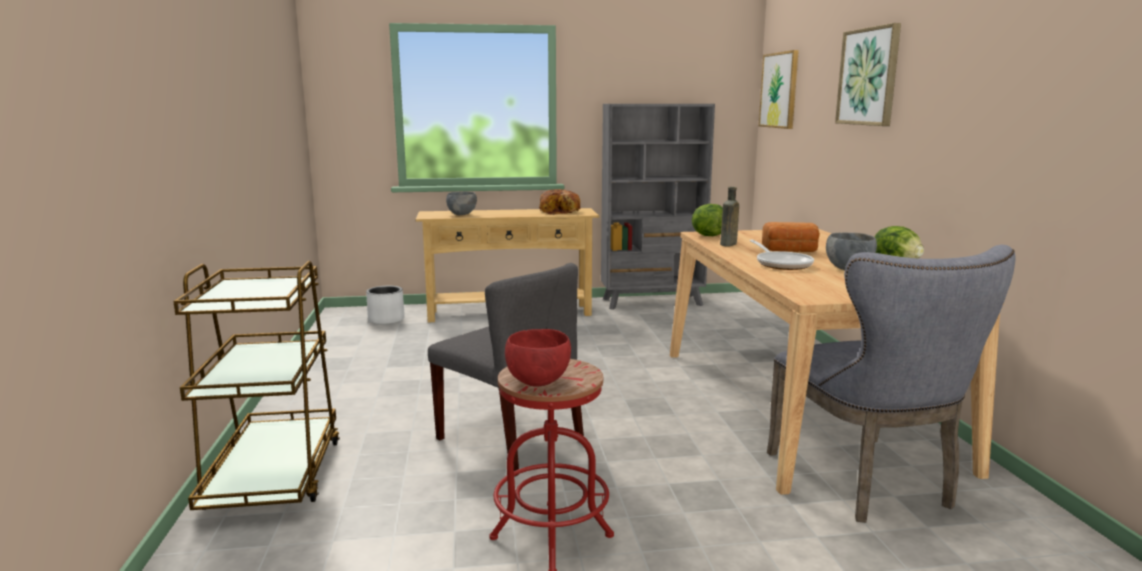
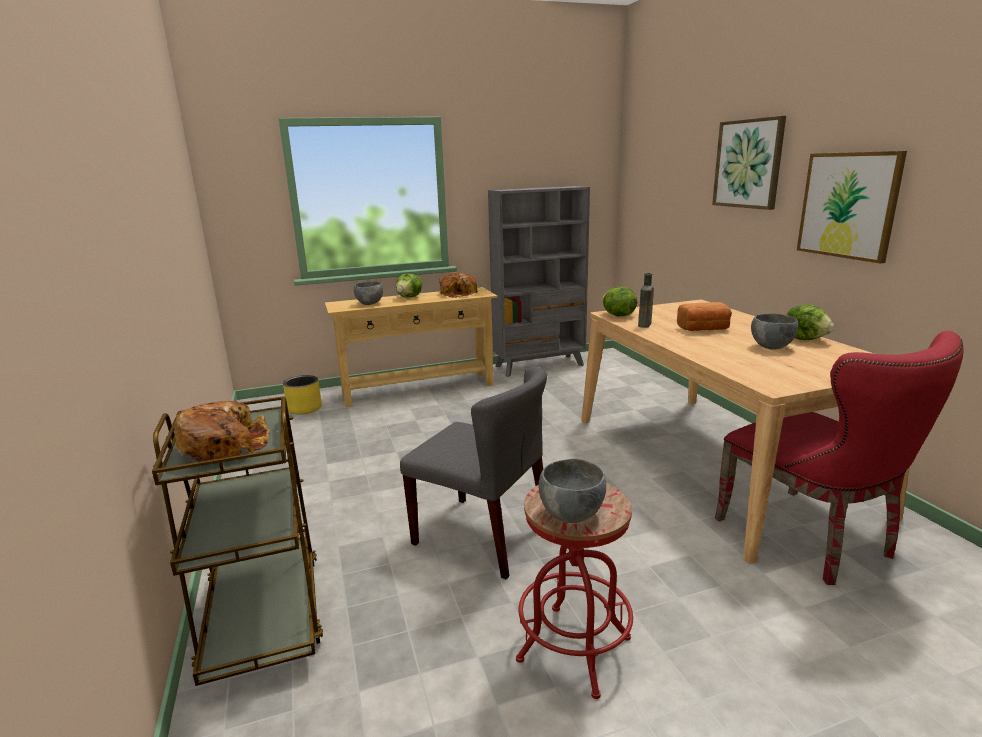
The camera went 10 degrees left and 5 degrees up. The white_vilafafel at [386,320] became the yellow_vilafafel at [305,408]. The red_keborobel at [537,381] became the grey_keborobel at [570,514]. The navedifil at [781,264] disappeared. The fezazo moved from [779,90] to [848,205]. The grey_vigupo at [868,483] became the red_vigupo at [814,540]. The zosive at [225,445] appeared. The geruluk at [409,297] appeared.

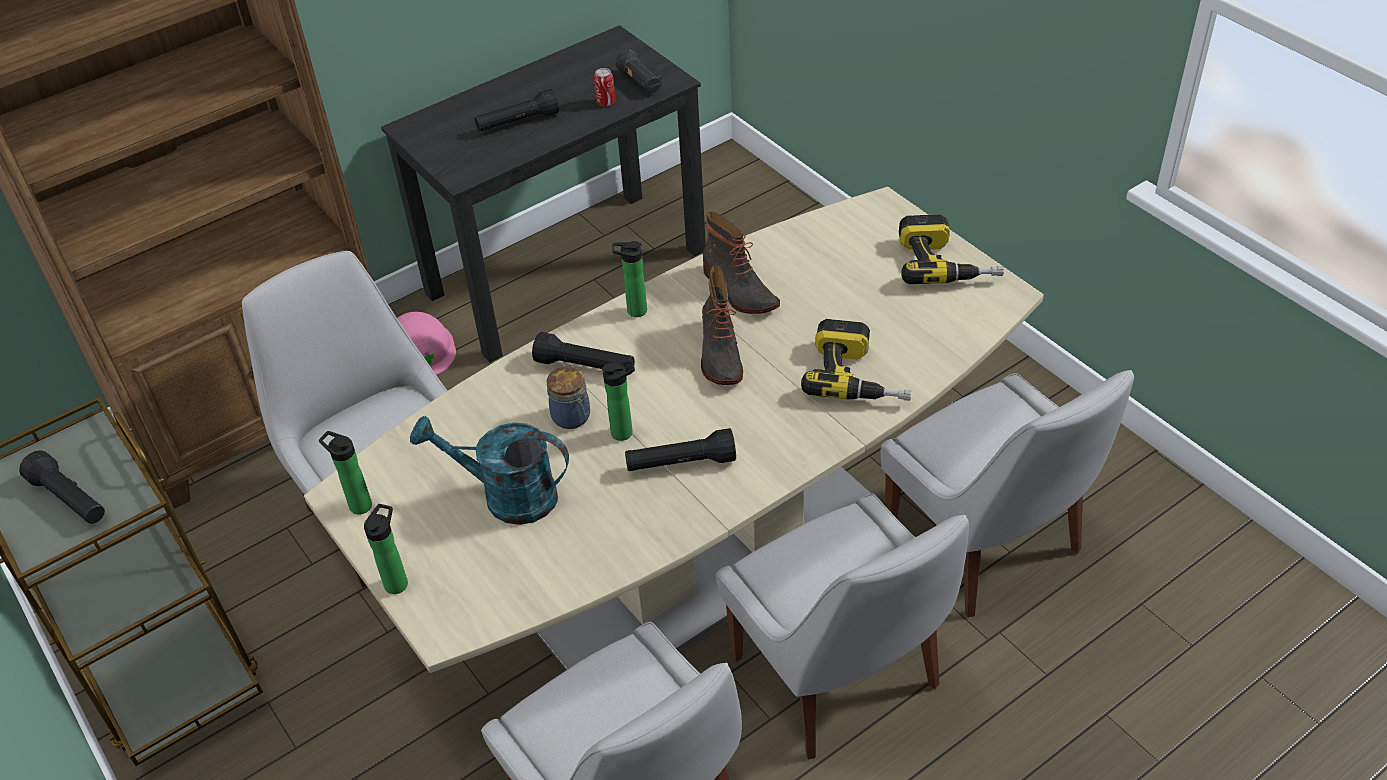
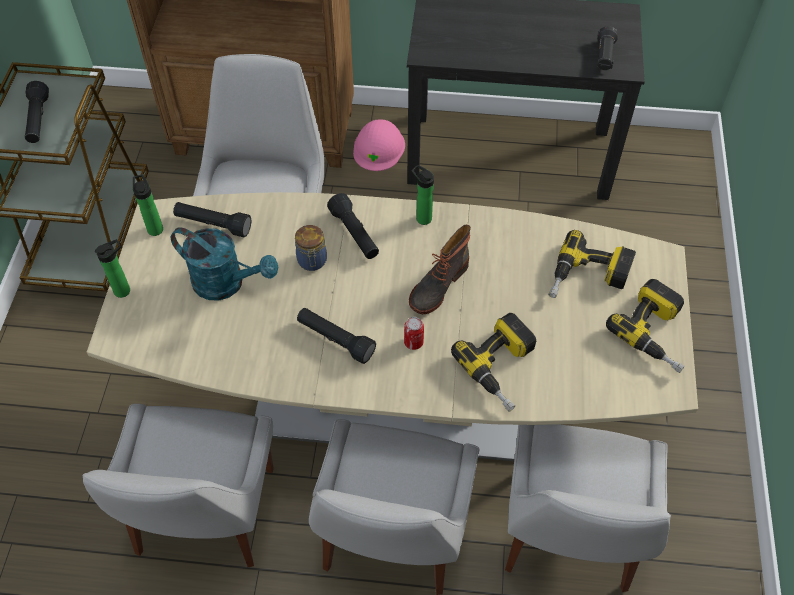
The camera went 40 degrees right and 10 degrees up. The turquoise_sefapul at [507,496] turned 150 degrees clockwise. The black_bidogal moved from [518,123] to [213,224]. The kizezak moved from [606,102] to [413,342]. The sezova at [625,432] disappeared. The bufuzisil at [738,291] disappeared. The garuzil at [588,278] appeared.

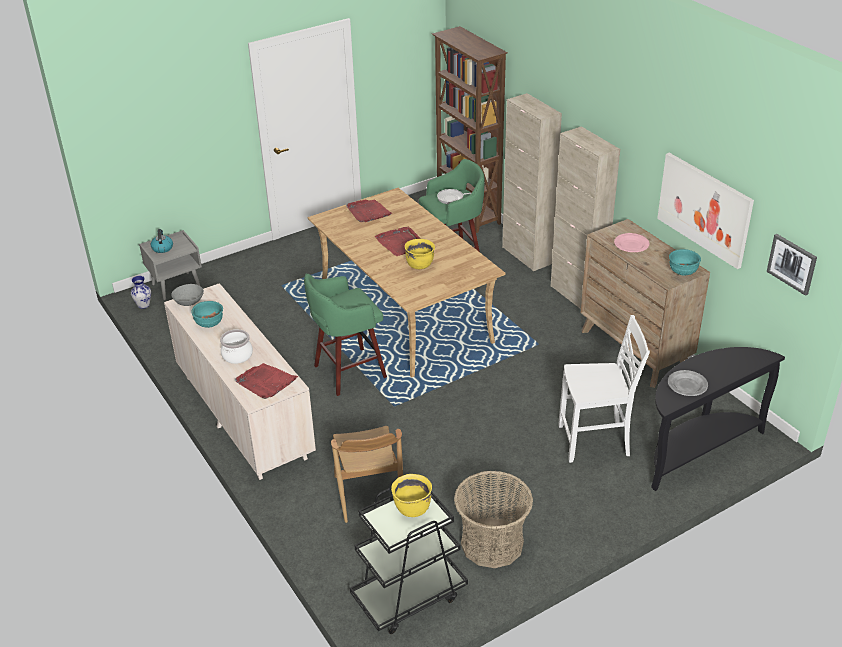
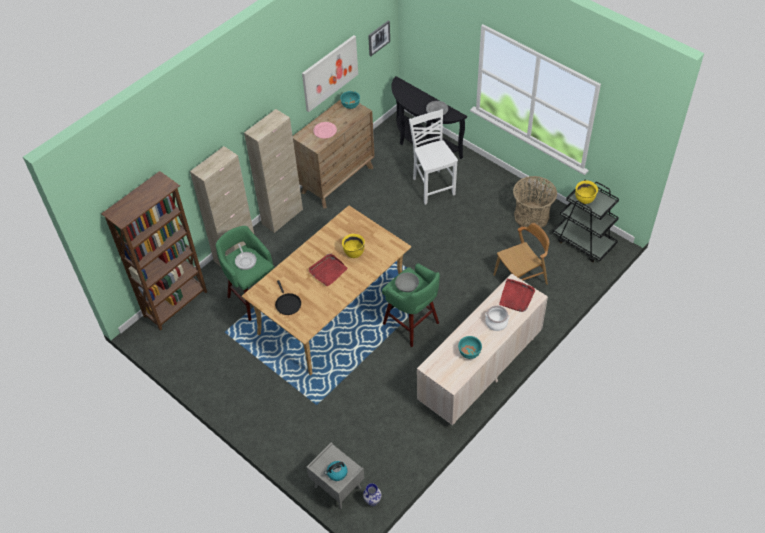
The camera went 105 degrees left and 15 degrees up. The grey_keborobel moved from [189,302] to [407,286]. The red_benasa at [368,212] was replaced by the black_navedifil at [287,304].

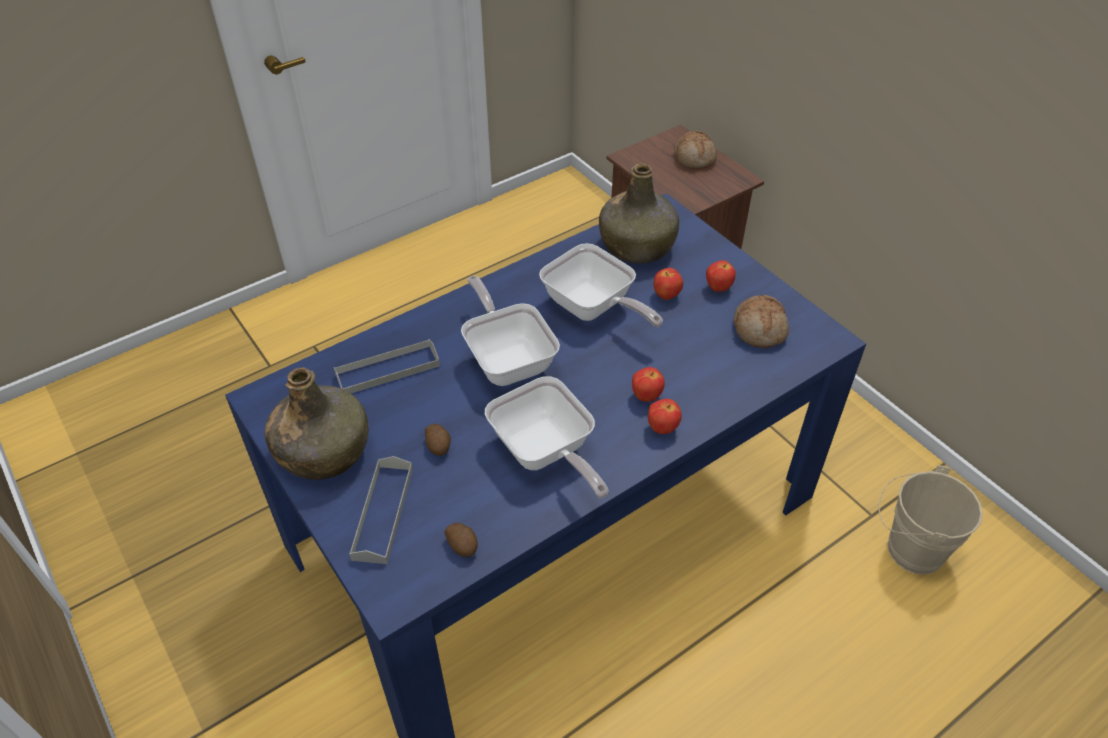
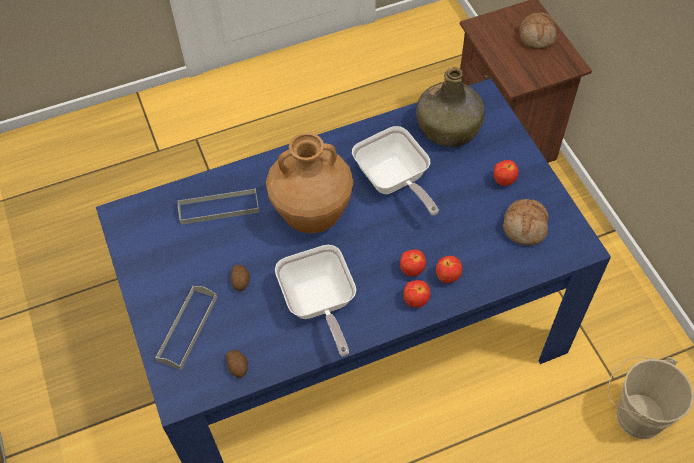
The camera went 15 degrees right and 10 degrees up. The green_sezova at [324,451] disappeared. The navedifil at [507,359] was replaced by the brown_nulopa at [313,215]. The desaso moved from [666,296] to [447,277].

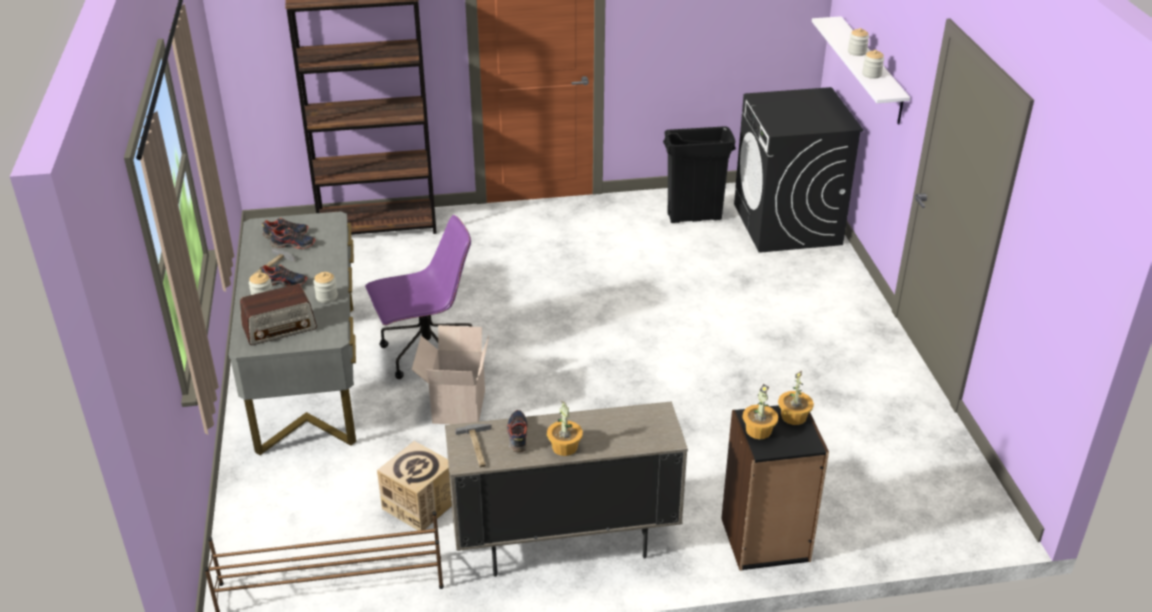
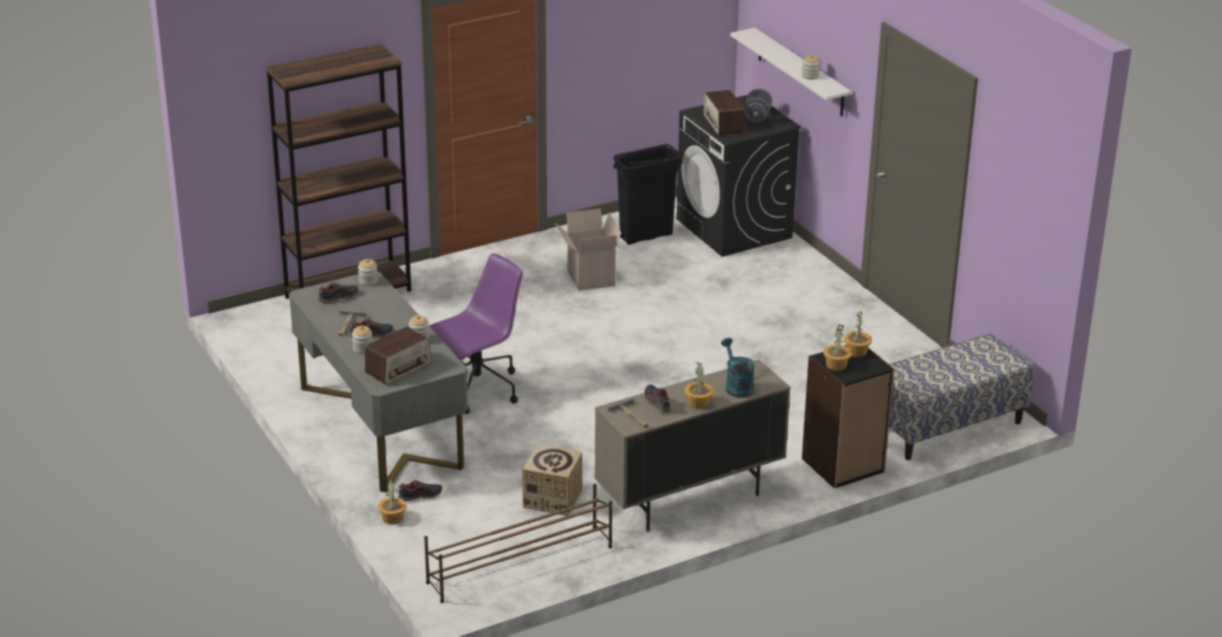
The camera went 20 degrees left and 5 degrees down. The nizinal moved from [293,244] to [420,495]. The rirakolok moved from [457,406] to [589,277]. The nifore moved from [857,52] to [368,281]. The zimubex at [392,518] appeared. The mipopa at [723,123] appeared. The turquoise_sefapul at [736,386] appeared. The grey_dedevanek at [757,117] appeared. The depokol at [947,426] appeared.

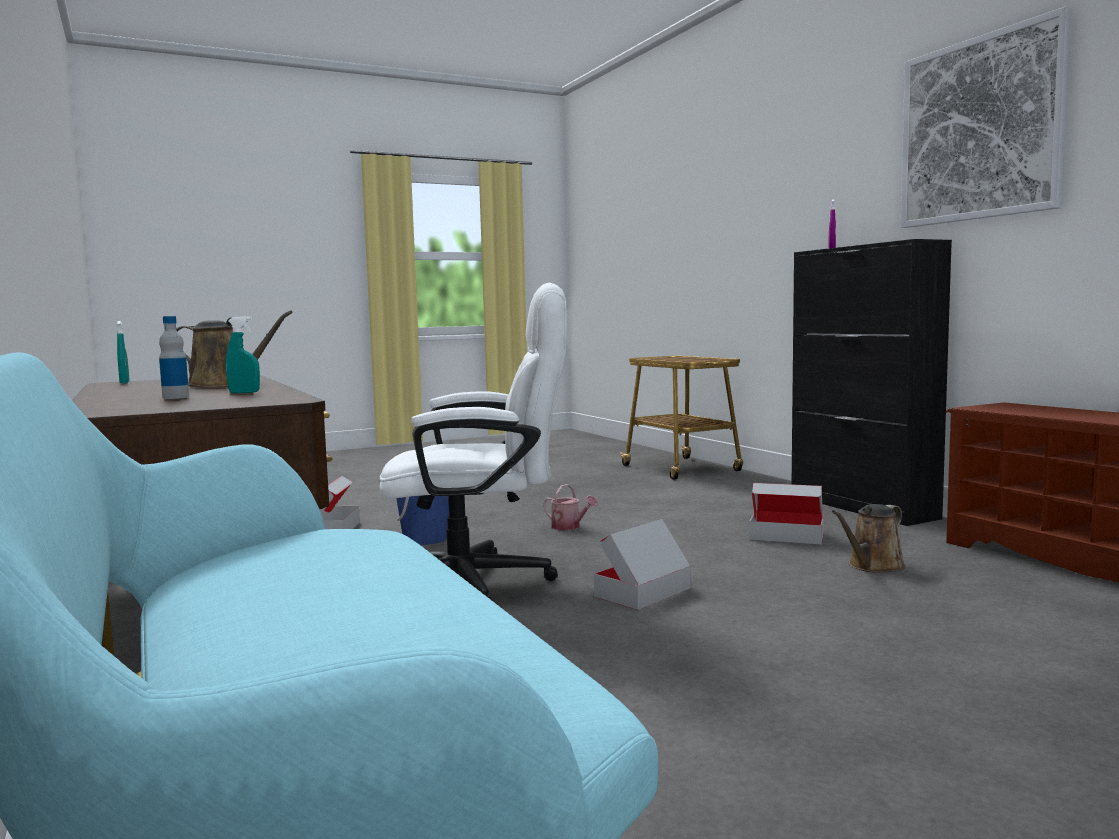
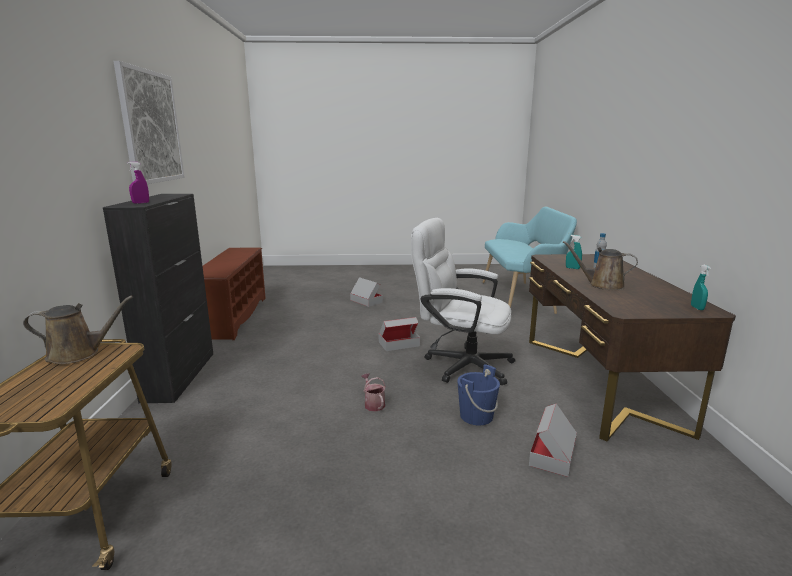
The camera went 155 degrees left and 10 degrees up. The rirakolok moved from [787,536] to [366,301]. The brown_sefapul moved from [873,566] to [78,354].

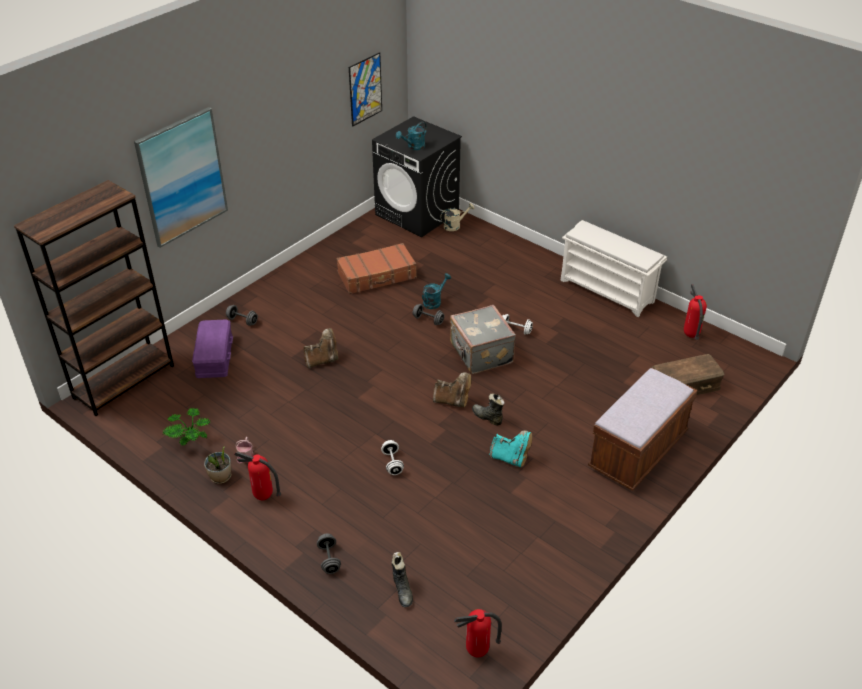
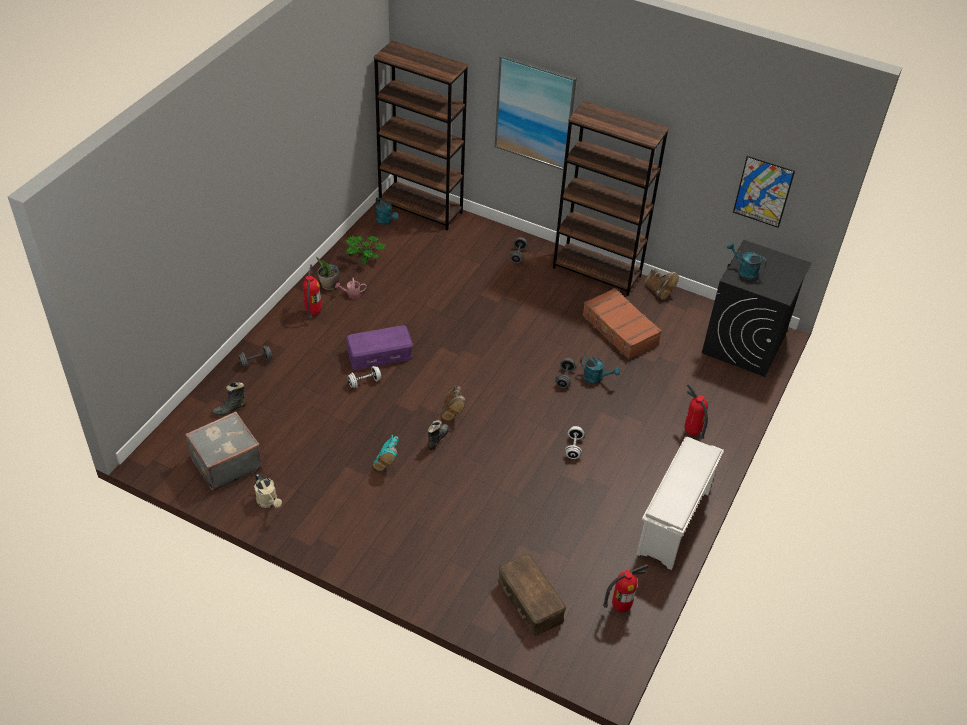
The camera went 75 degrees right and 5 degrees up. The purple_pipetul moved from [213,356] to [379,354]. The brown_bufuzisil moved from [323,360] to [658,292]. The beige_sefapul moved from [455,226] to [269,502]. The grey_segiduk moved from [480,354] to [225,463]. The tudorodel moved from [477,652] to [691,432]. The brown_depokol at [637,452] disappeared. The turquoise_sefapul at [386,221] appeared. The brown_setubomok at [597,272] appeared.

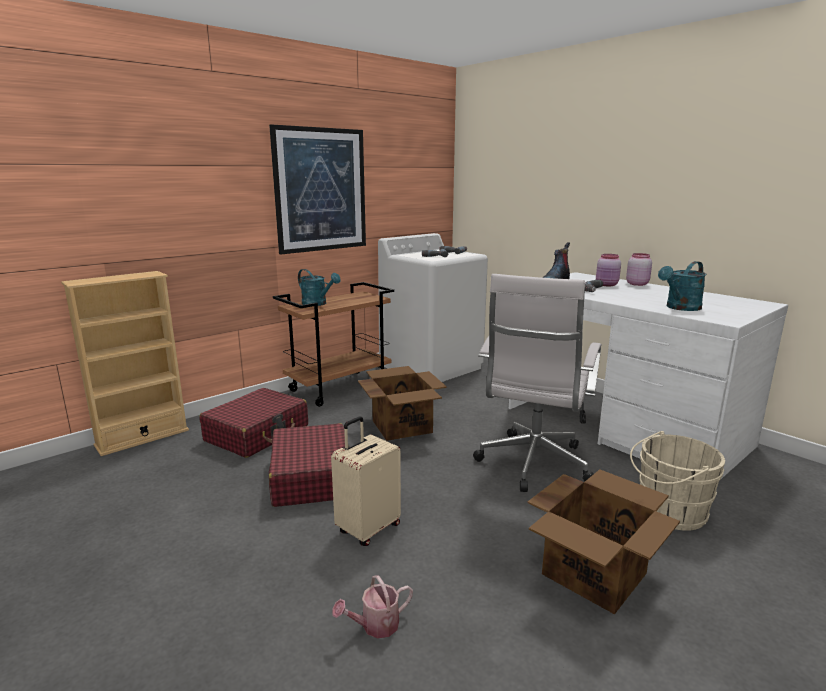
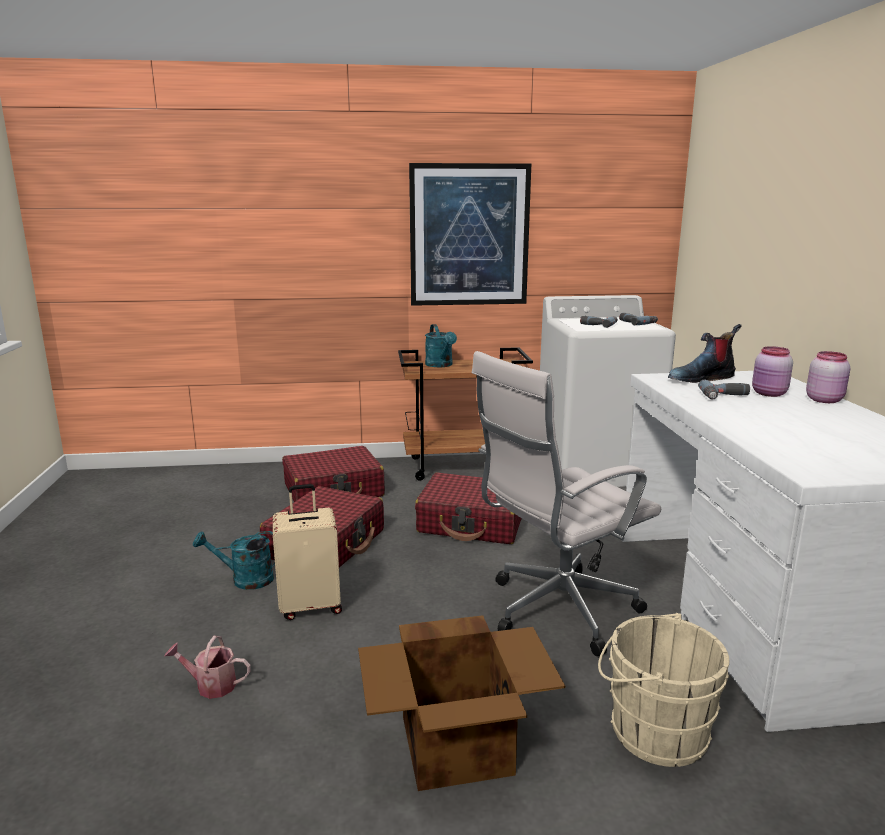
The camera went 35 degrees right and 0 degrees up. The beige_setubomok at [142,437] disappeared. The rirakolok at [402,426] was replaced by the red_segiduk at [472,523]. The turquoise_sefapul moved from [680,308] to [245,580].

